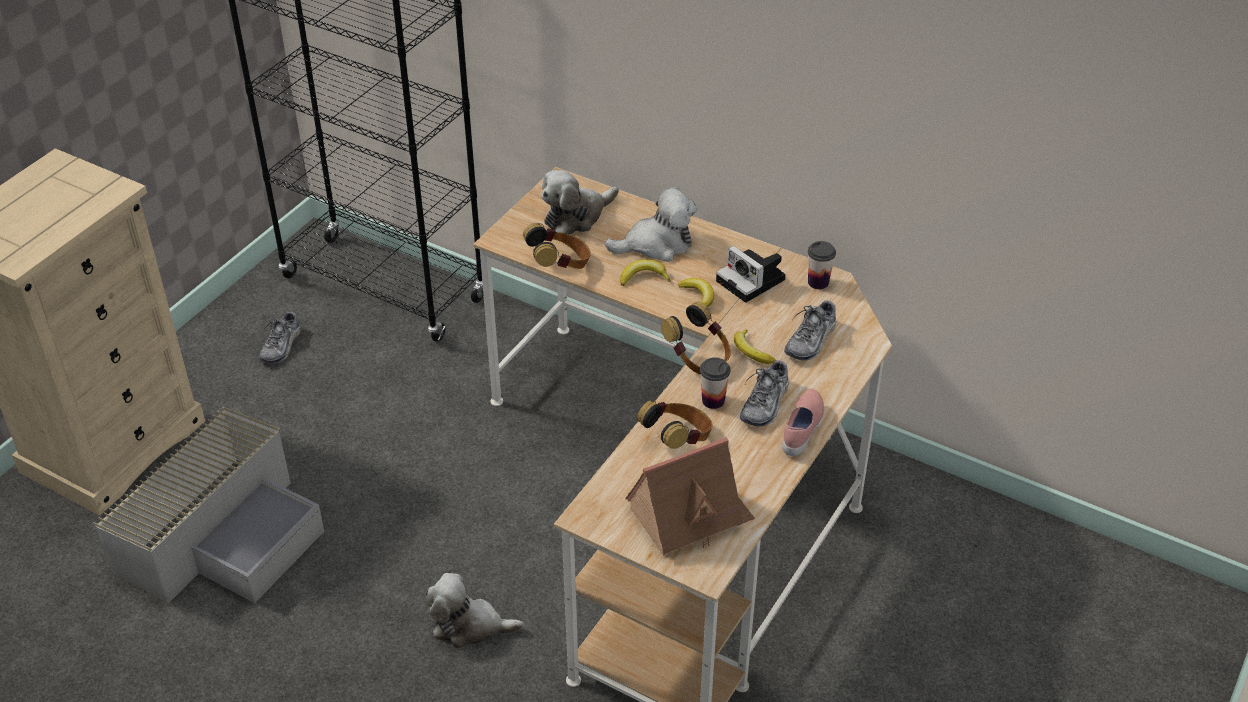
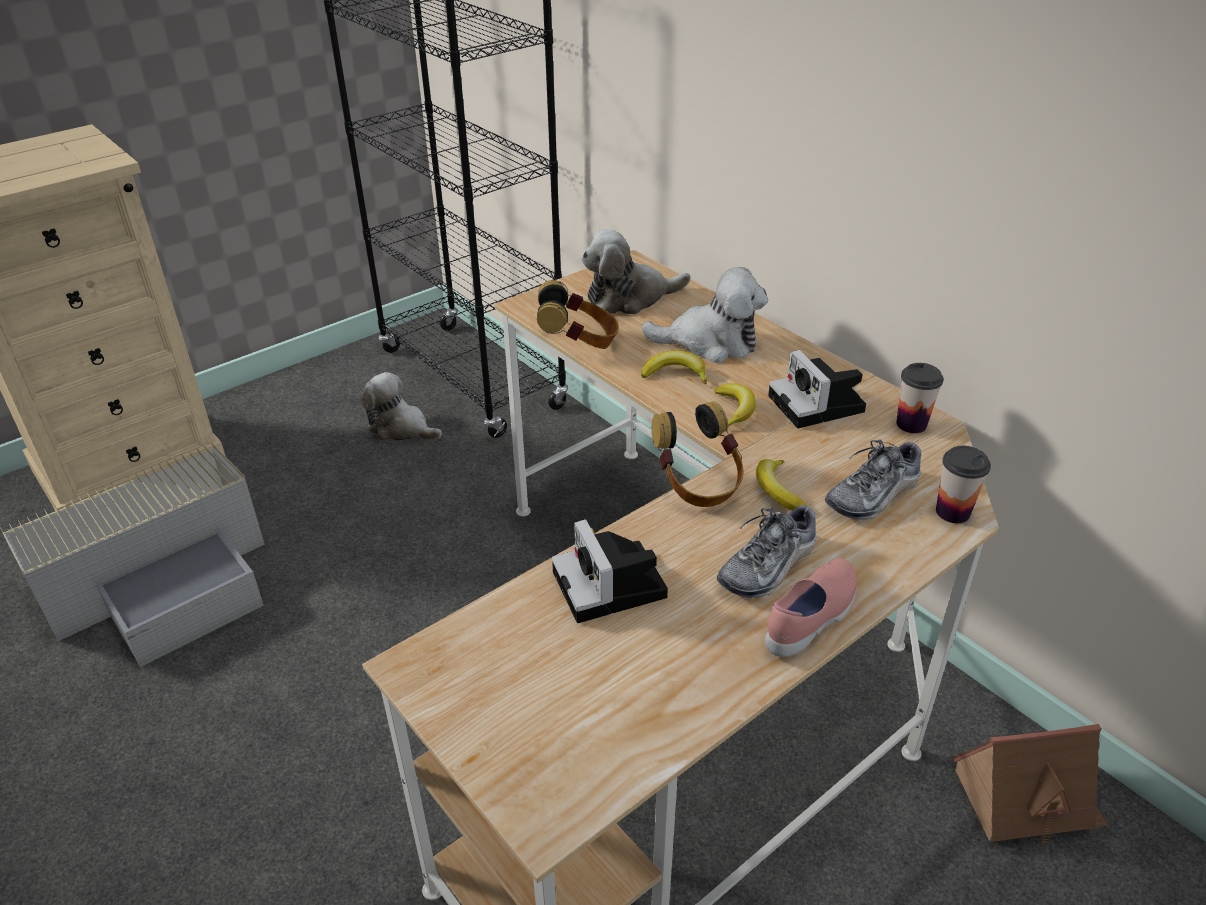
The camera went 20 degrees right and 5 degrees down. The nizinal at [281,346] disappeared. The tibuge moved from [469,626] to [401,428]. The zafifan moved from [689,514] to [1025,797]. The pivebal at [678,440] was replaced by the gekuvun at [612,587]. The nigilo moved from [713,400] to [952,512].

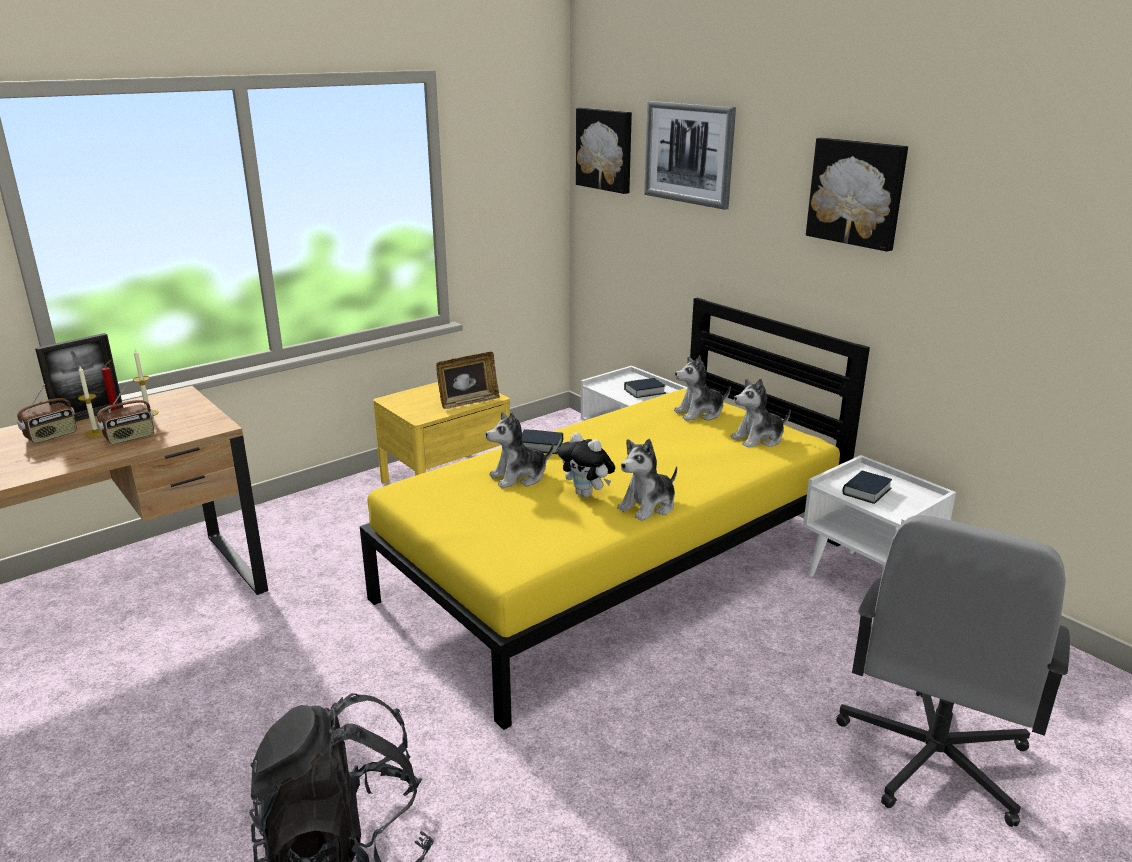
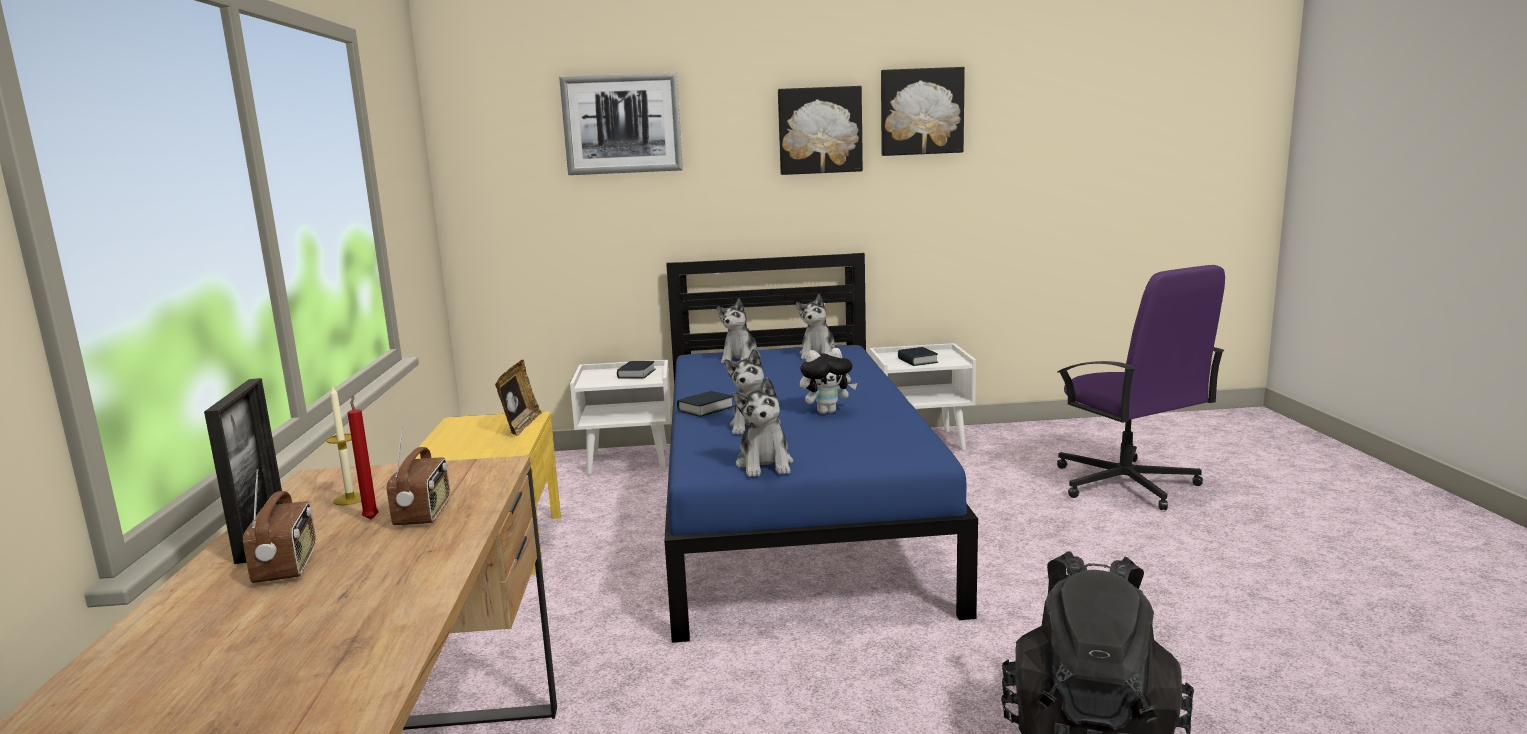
The camera went 55 degrees left and 10 degrees down. The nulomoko at [95,433] disappeared. The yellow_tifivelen at [617,570] became the blue_tifivelen at [794,512]. The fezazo moved from [605,149] to [921,111]. The tibuge moved from [648,506] to [765,464]. The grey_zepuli at [932,758] became the purple_zepuli at [1126,484].

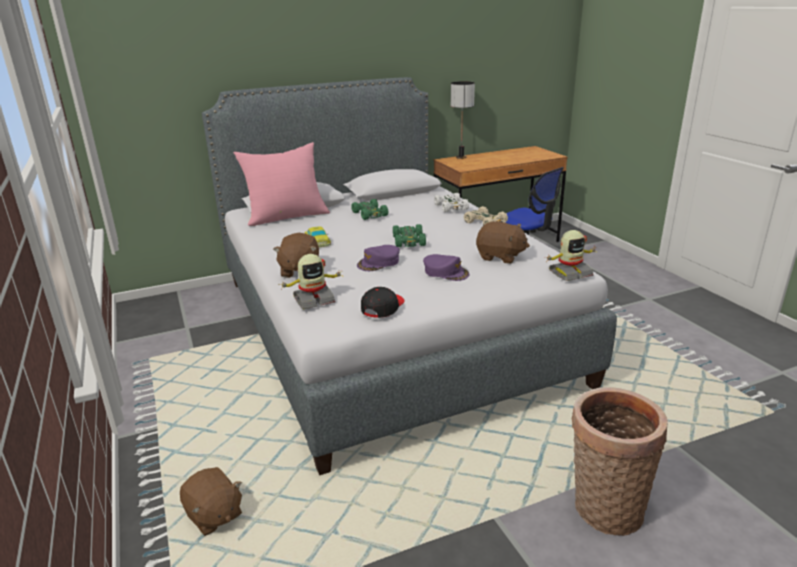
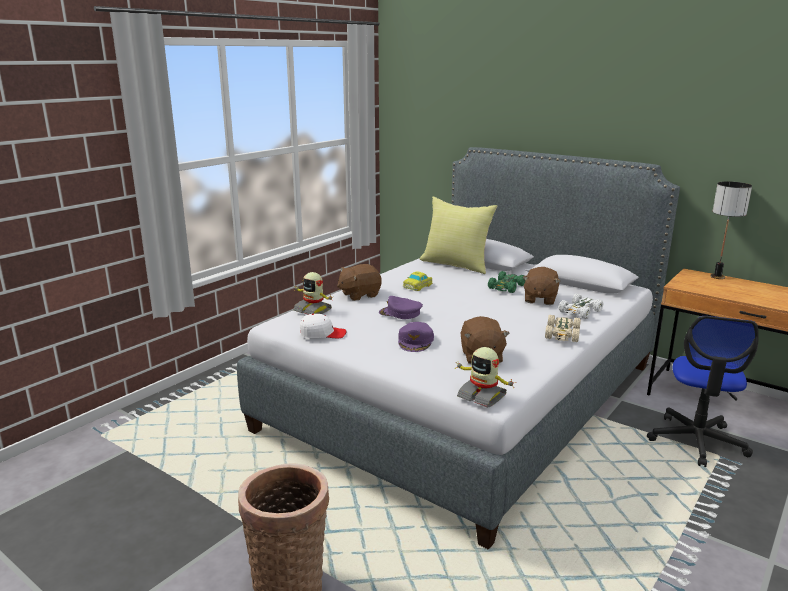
The camera went 60 degrees right and 5 degrees down. The brown_tibuge moved from [214,515] to [539,299]. The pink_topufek at [287,216] became the yellow_topufek at [456,264]. The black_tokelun at [382,307] became the white_tokelun at [322,333]. The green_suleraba at [409,241] disappeared.

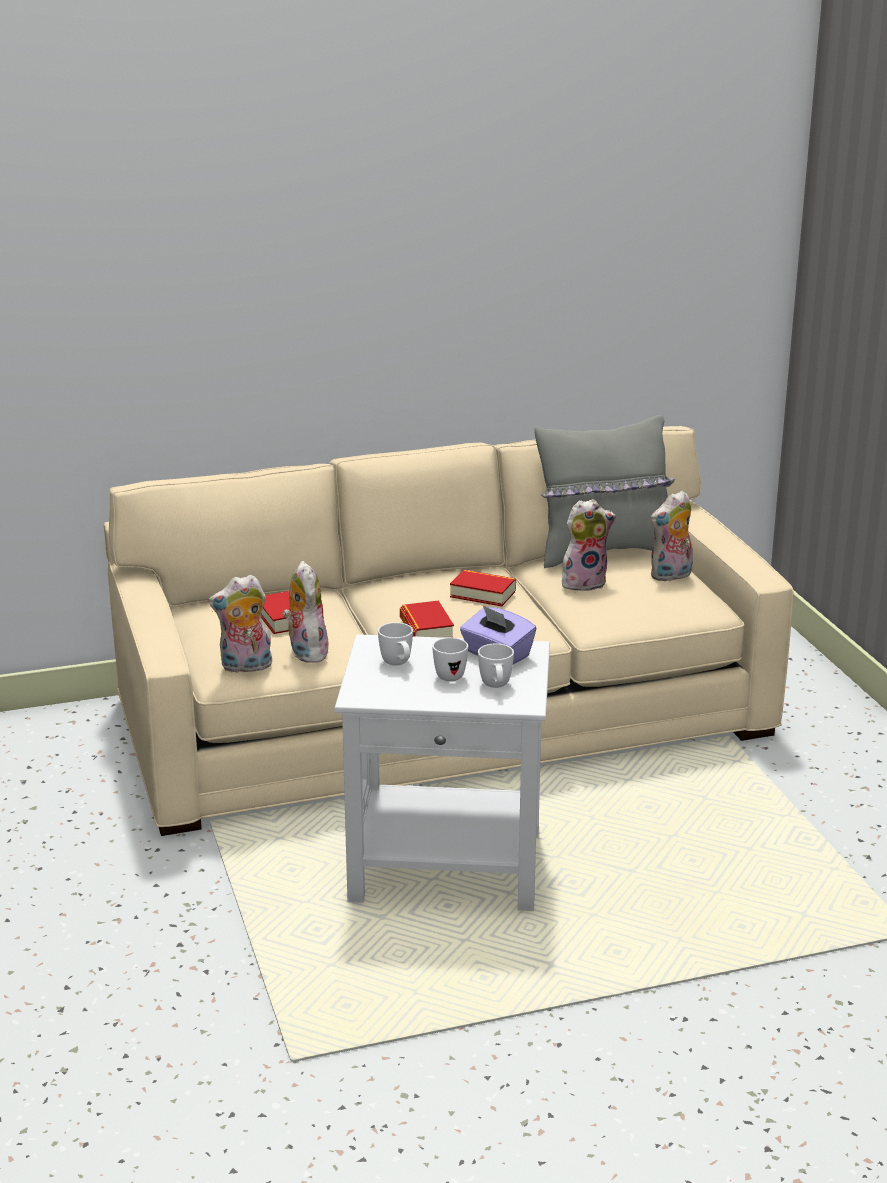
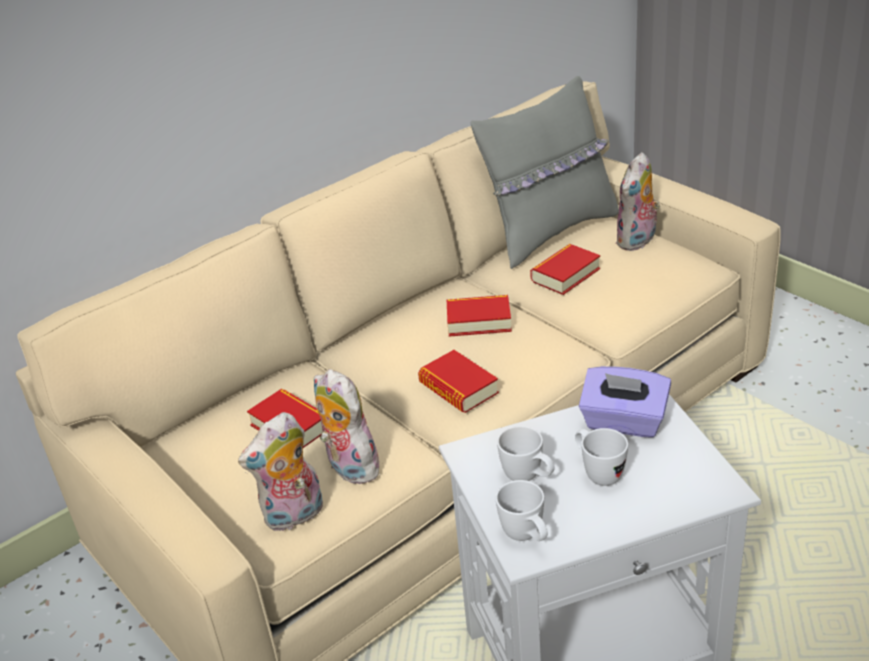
The camera went 20 degrees left and 10 degrees up. The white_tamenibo moved from [496,687] to [526,537]. The tibuge at [584,582] was replaced by the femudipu at [565,275].

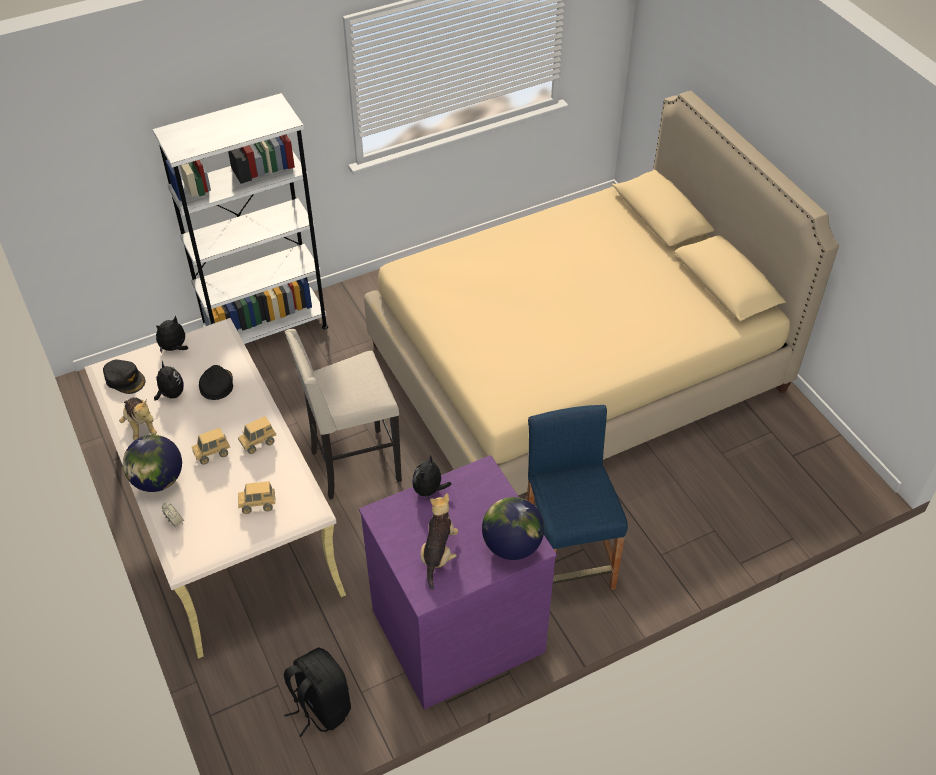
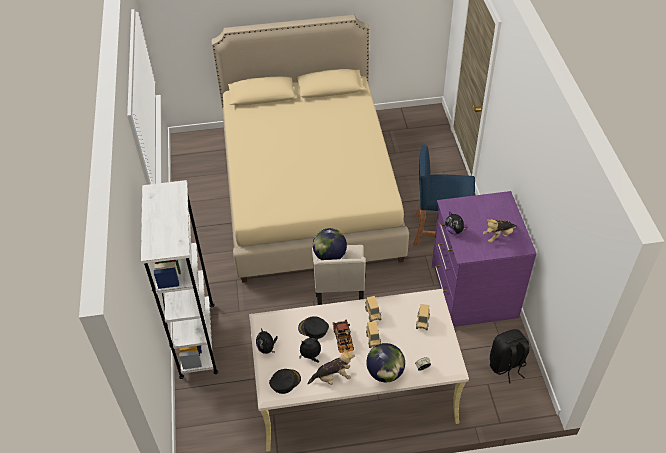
The camera went 70 degrees left and 0 degrees up. The tibuge at [438,553] turned 60 degrees counterclockwise. The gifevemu moved from [512,545] to [329,256]. The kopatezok at [343,342] appeared.

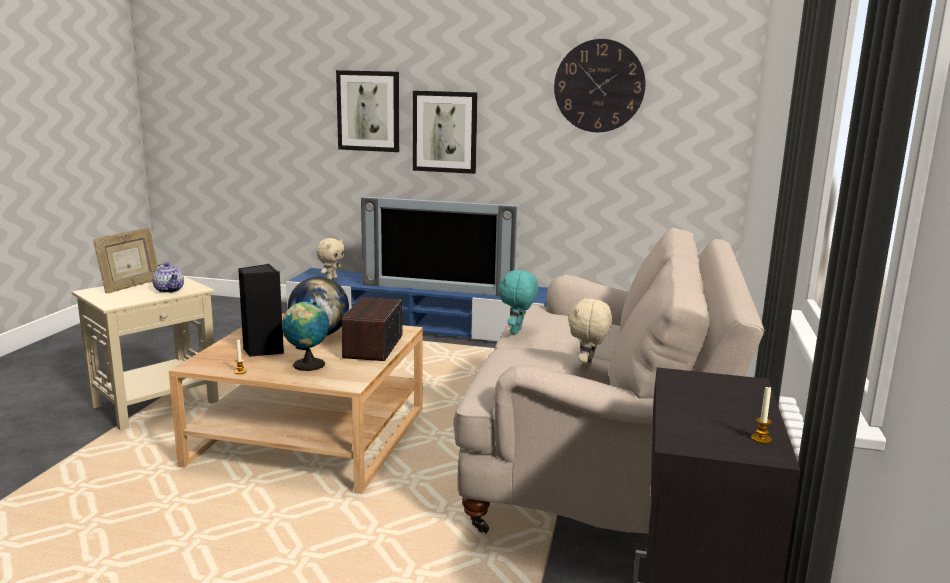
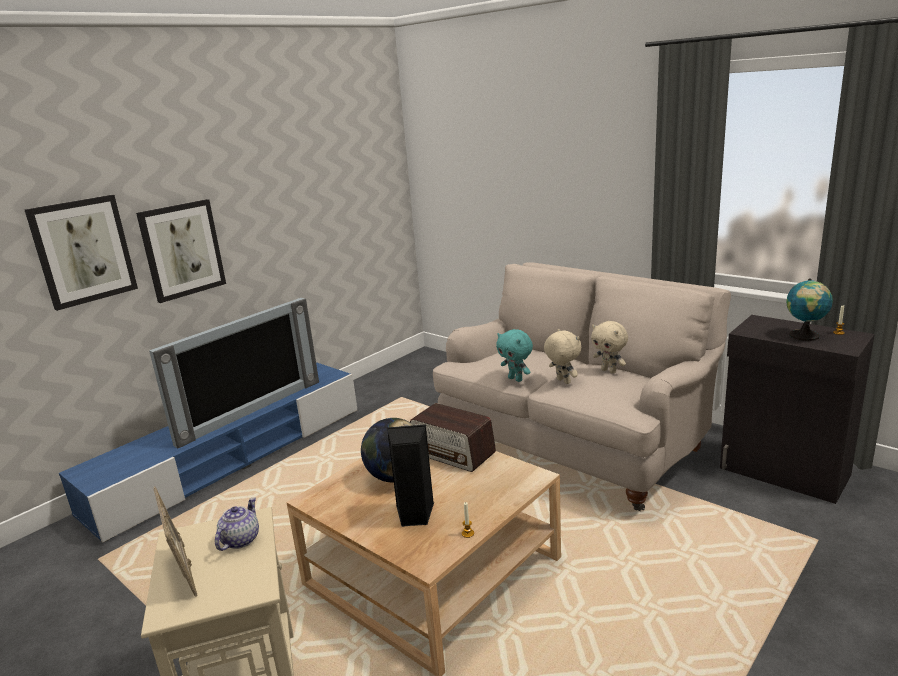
The camera went 60 degrees left and 5 degrees up. The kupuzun at [169,290] turned 60 degrees counterclockwise. The gifevemu moved from [306,365] to [805,336]. The beige_tibuge moved from [331,279] to [562,381]. The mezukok at [599,86] disappeared.

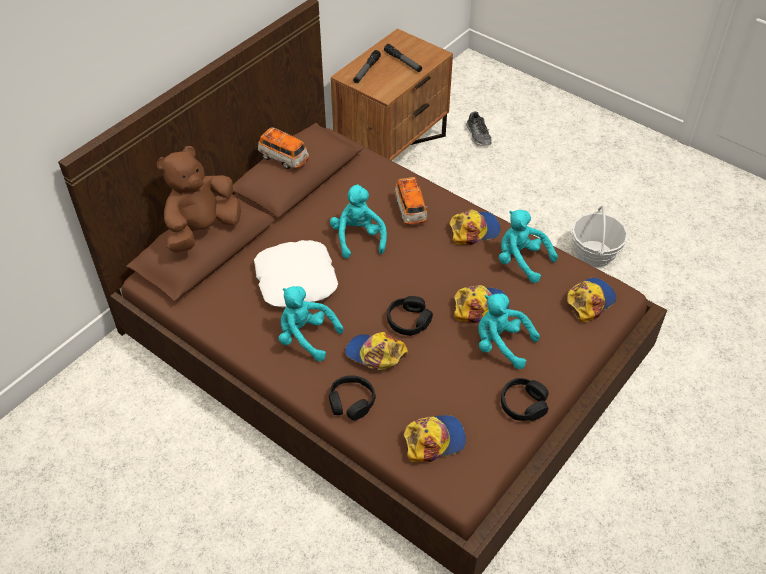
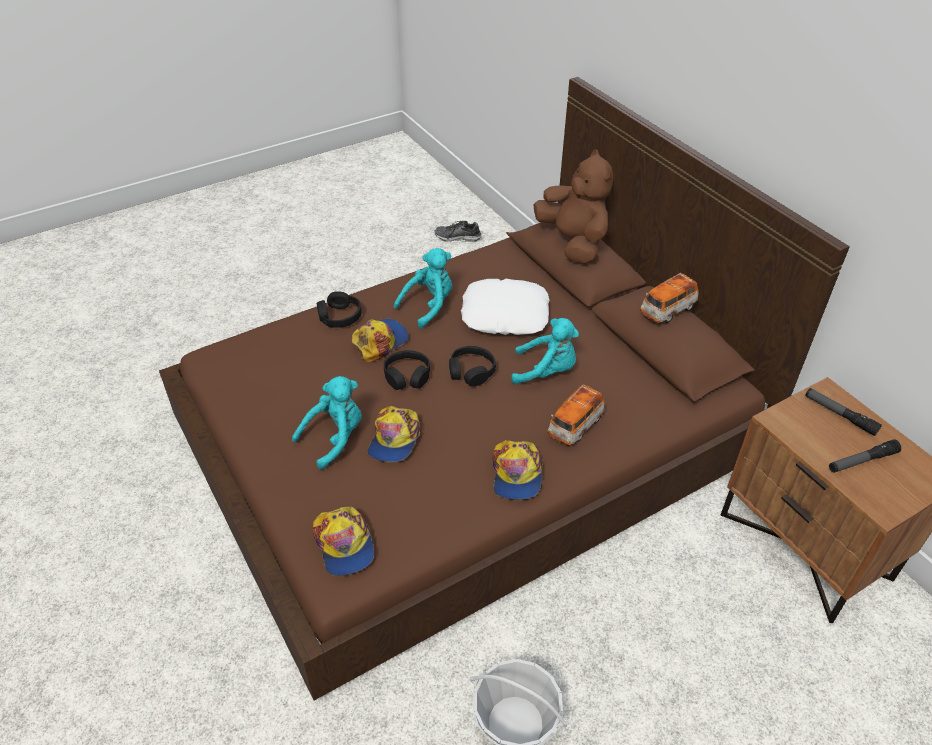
The camera went 110 degrees right and 5 degrees down. The suleraba at [410,210] turned 60 degrees counterclockwise. The tokelun at [434,440] disappeared. The nizinal moved from [478,135] to [458,238]. The turquoise_tibuge at [521,261] disappeared. The black_pivebal moved from [523,404] to [471,371].

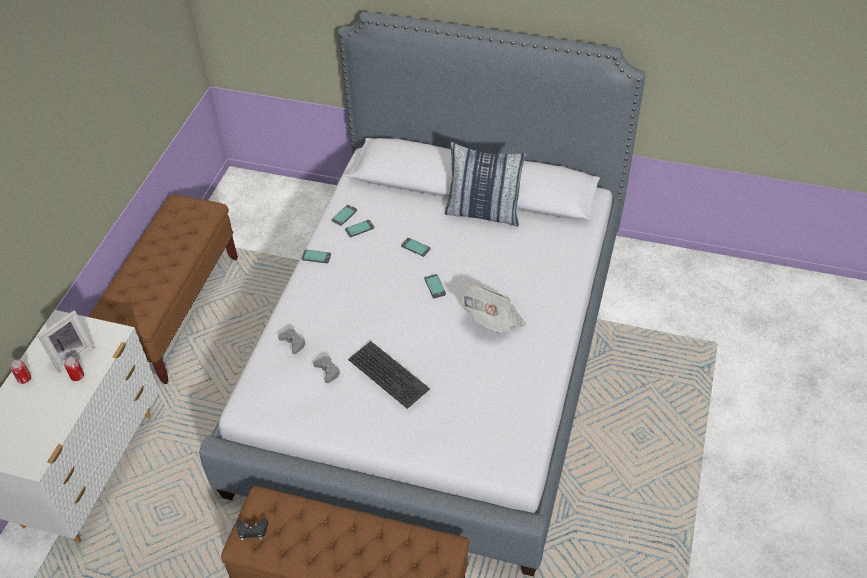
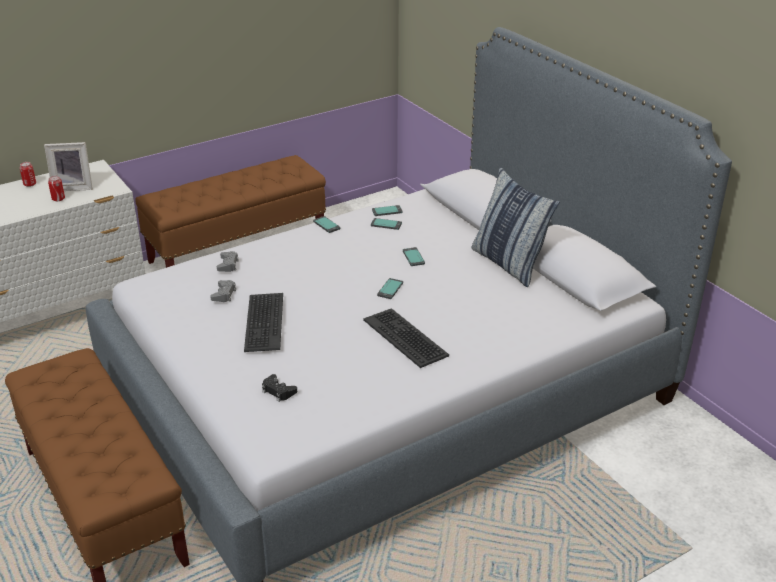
The camera went 40 degrees right and 15 degrees down. The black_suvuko moved from [252,530] to [278,391]. The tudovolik at [493,320] was replaced by the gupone at [406,338].

